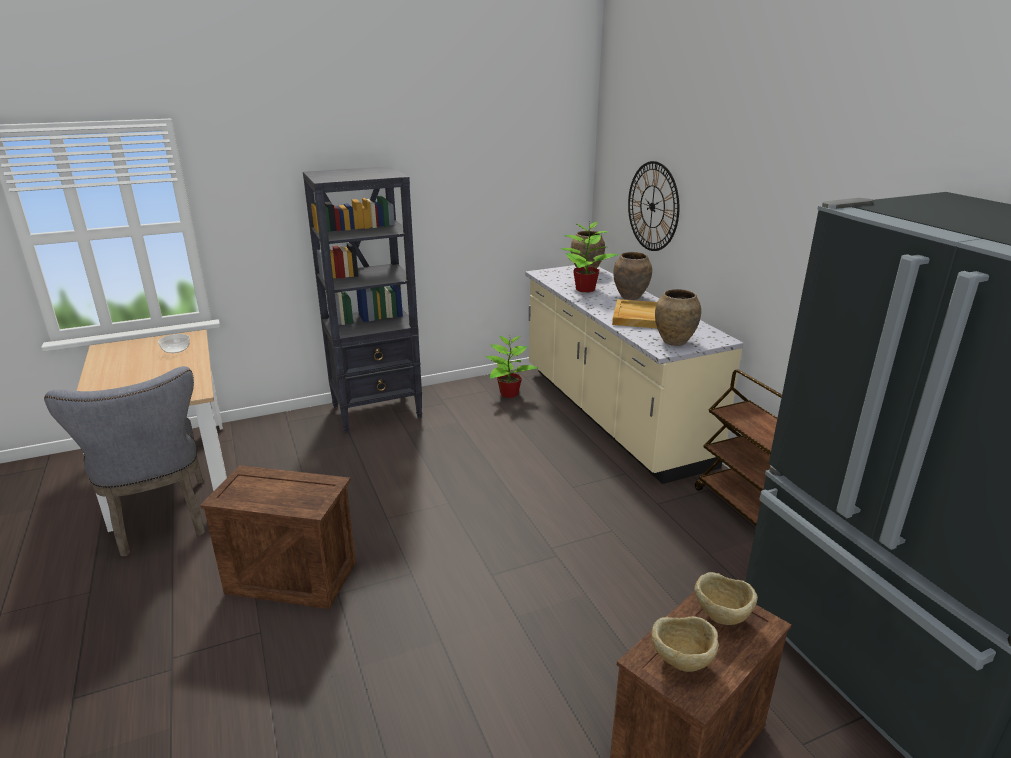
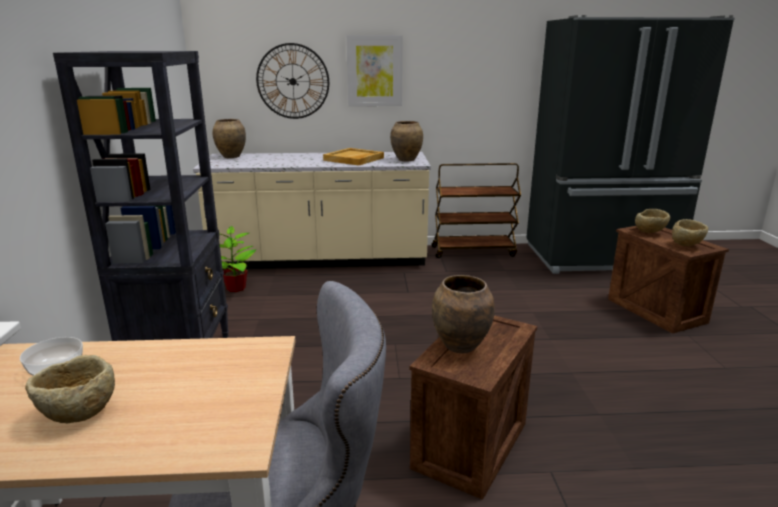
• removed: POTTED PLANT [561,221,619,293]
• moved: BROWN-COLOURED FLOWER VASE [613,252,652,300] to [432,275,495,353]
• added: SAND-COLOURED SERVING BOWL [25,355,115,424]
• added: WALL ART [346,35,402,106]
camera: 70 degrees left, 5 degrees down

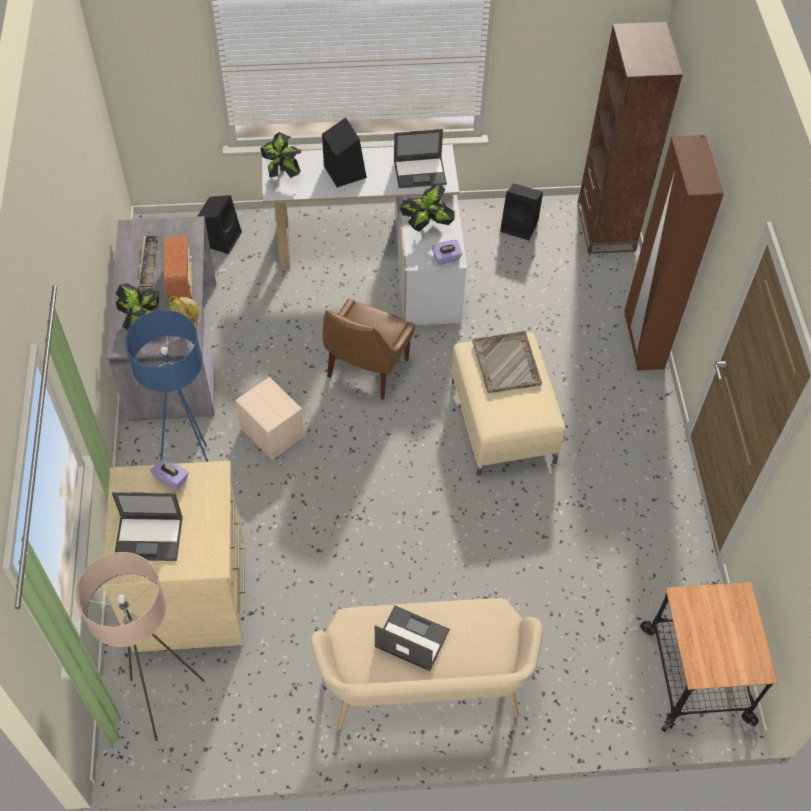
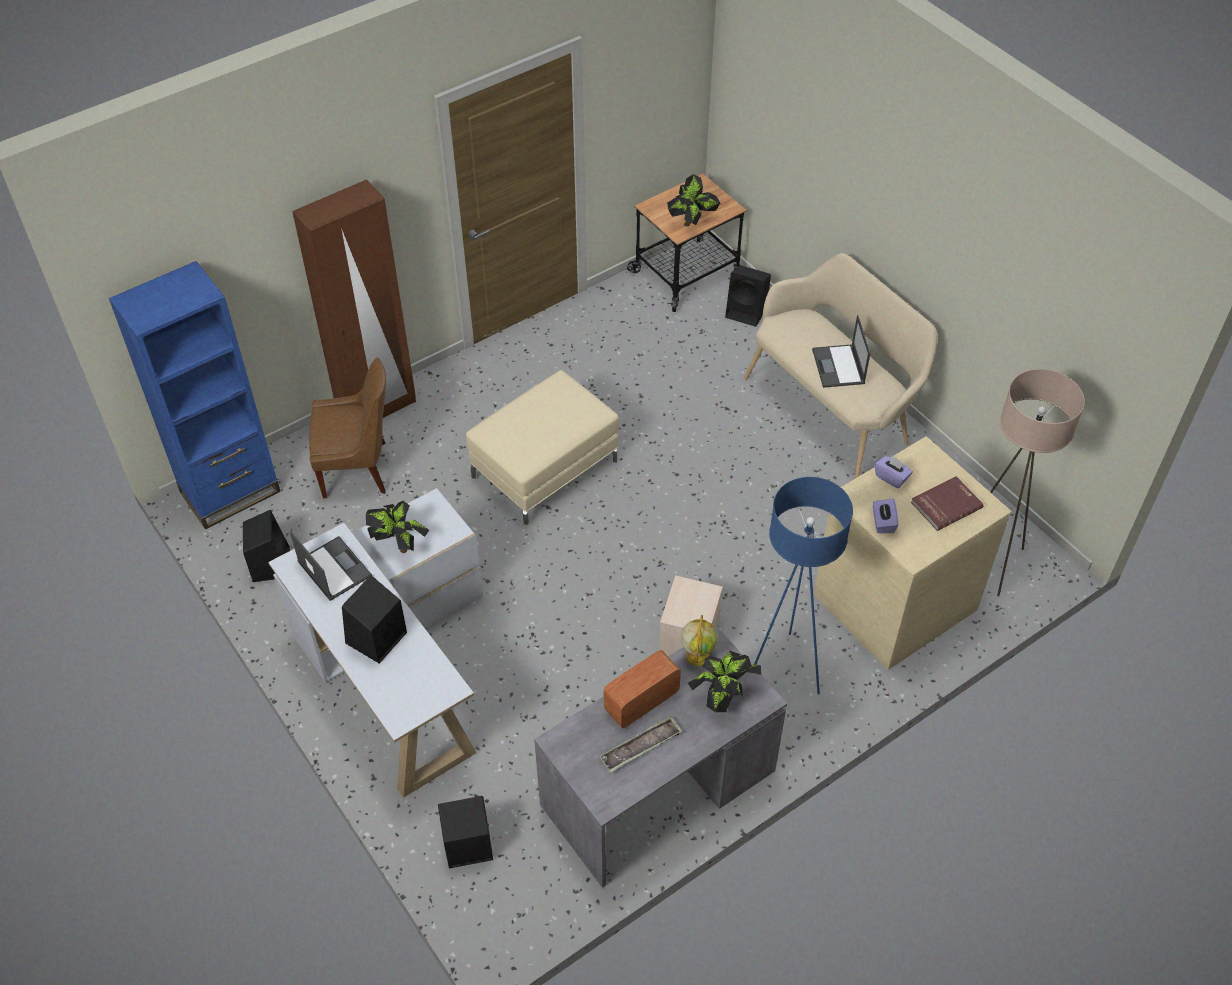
• replaced: LAPTOP [112,492,183,561] to REDDISH BOOK [911,476,984,531]
• moved: POTTED PLANT [260,132,302,178] to [667,174,720,226]
• moved: BROWN-COLOURED UPRIGHT CHAIR [322,299,415,400] to [309,358,386,498]
• moved: PURPLE-COLOURED BOX OF TISSUES [432,240,462,265] to [875,456,913,489]
• removed: GRAY TRAY [472,331,542,393]
• recoloured: BROWN-COLOURED SHELVING UNIT [578,22,683,254] to BLUISH SHELVING UNIT [109,261,281,530]
• added: BLACK LOUDSPEAKER [725,265,771,327]
camera: 120 degrees left, 5 degrees down

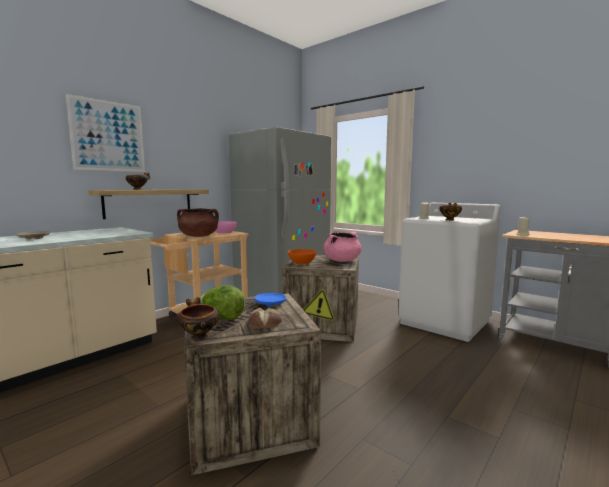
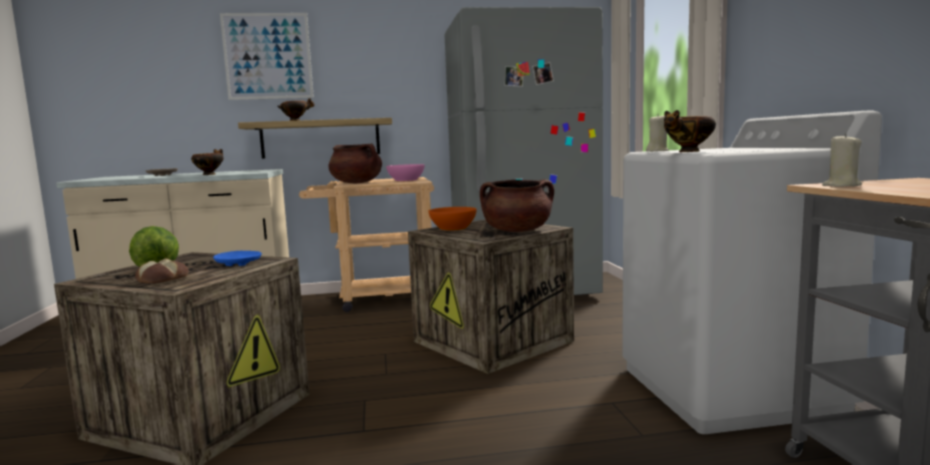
• moved: SERVING BOWL [177,297,219,341] to [191,149,224,175]
• recoloured: PINKISH SAUCEPOT [323,232,361,262] to BROWN-COLOURED SAUCEPOT [480,179,554,232]
camera: 40 degrees right, 0 degrees up

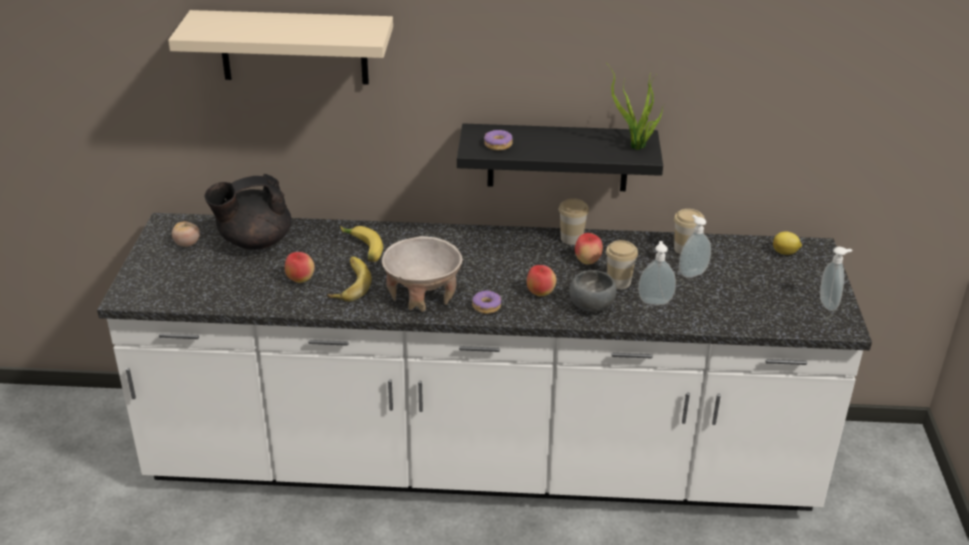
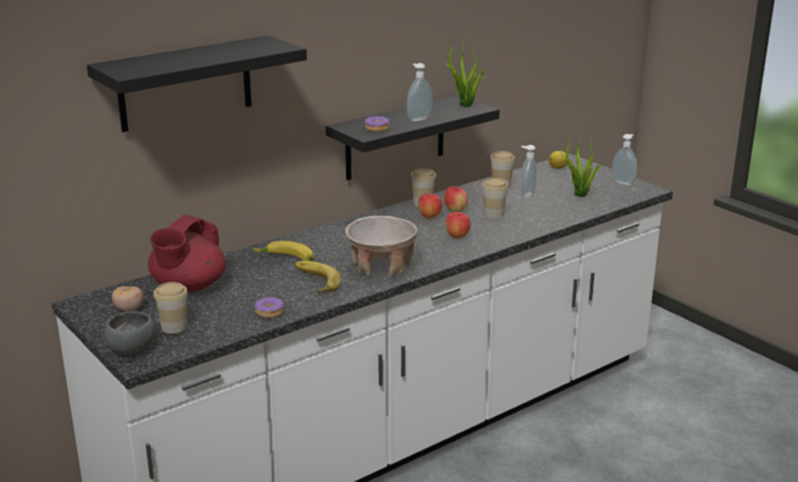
• recoloured: SAND-COLOURED SHELF [168,10,393,84] to BLACK SHELF [87,35,307,132]
• recoloured: BLACK POT FOR TEA [204,174,291,250] to REDDISH POT FOR TEA [148,215,226,293]
• moved: APPLE FRUIT [285,252,315,283] to [418,193,442,219]
• moved: DONUT [472,291,501,314] to [255,297,284,318]
• moved: GRAY SERVING BOWL [569,270,616,312] to [104,311,155,354]
• moved: LIQUID SOAP BOTTLE [638,241,676,305] to [407,63,433,121]
• added: DRINKING CUP [153,282,188,334]
• added: POTTED PLANT [560,132,603,197]
camera: 40 degrees left, 10 degrees down

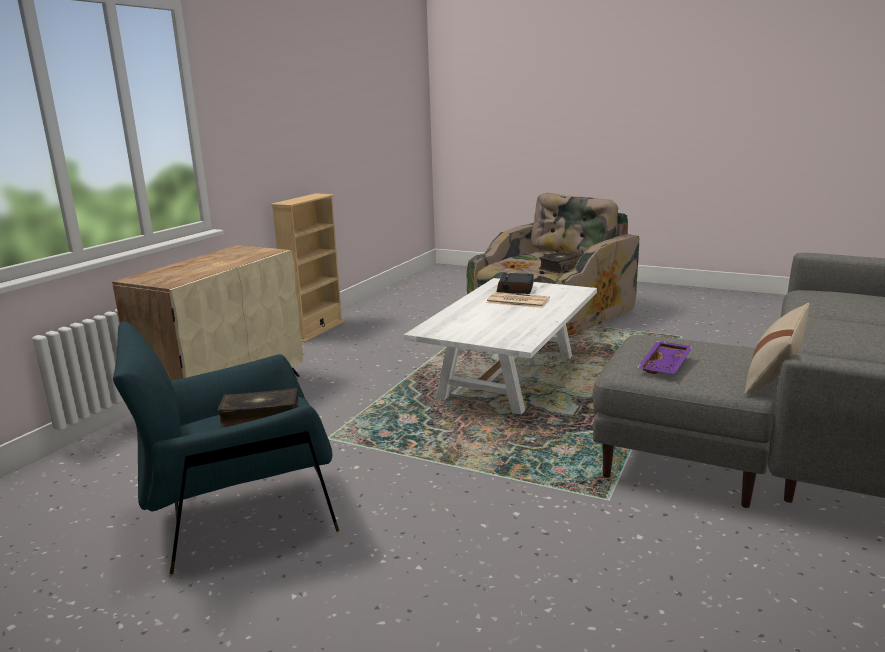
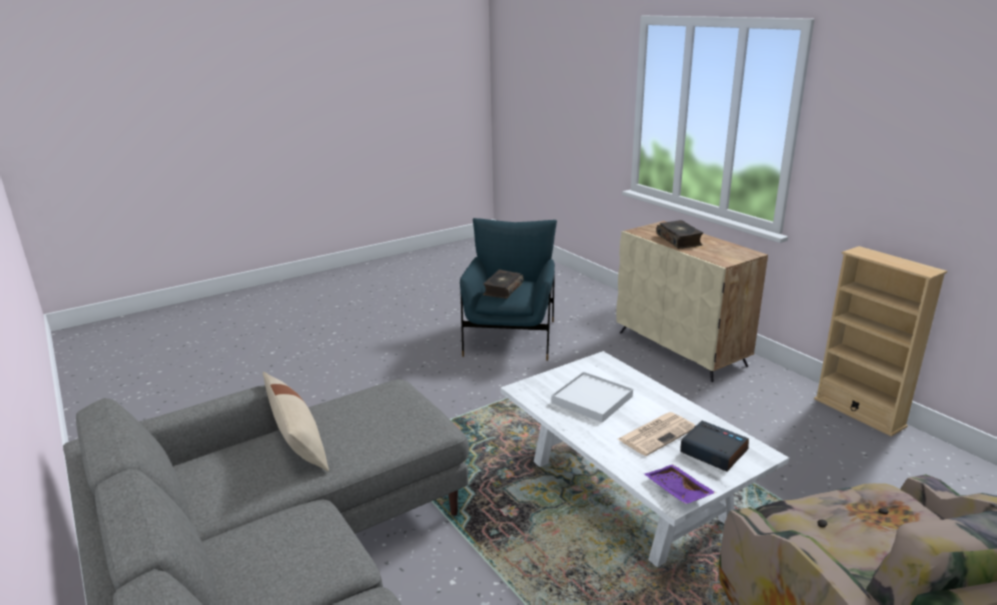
• moved: BOOK [538,250,582,273] to [656,220,703,249]
• moved: PURPLE-COLOURED TRAY [637,341,693,374] to [645,464,716,504]
• added: WHITE TRAY [551,372,633,423]
camera: 120 degrees right, 5 degrees up

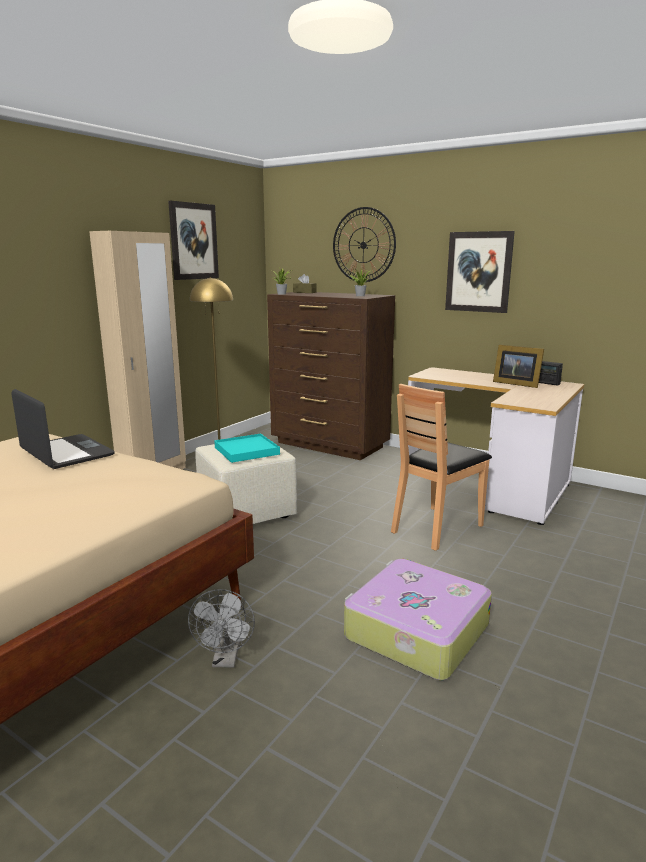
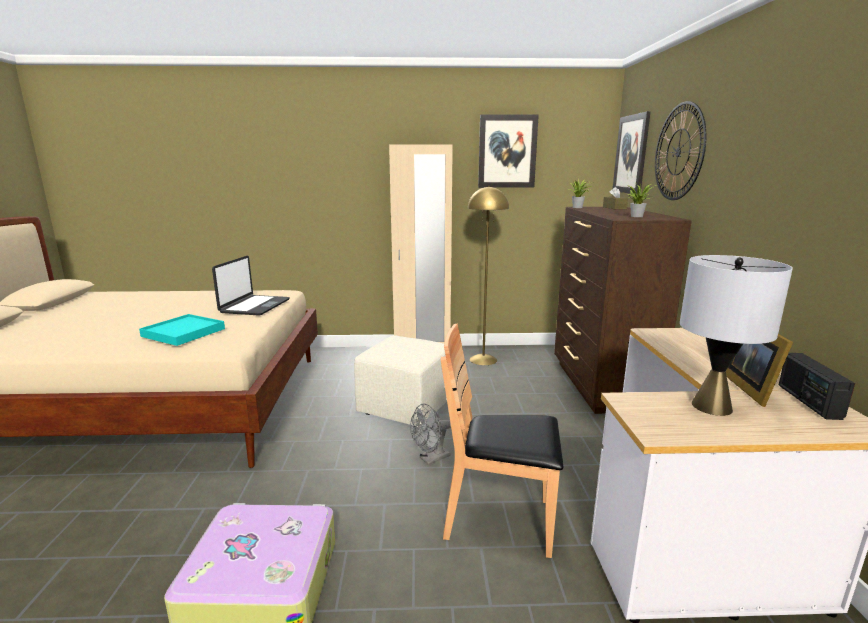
• moved: GRAY COOLING FAN [188,589,255,667] to [410,404,451,465]
• moved: TURQUOISE TRAY [214,434,280,463] to [139,314,225,346]
• moved: WALL ART [445,231,515,313] to [613,111,651,194]
• added: GRAY TABLE LAMP [680,255,793,416]
camera: 55 degrees right, 0 degrees up

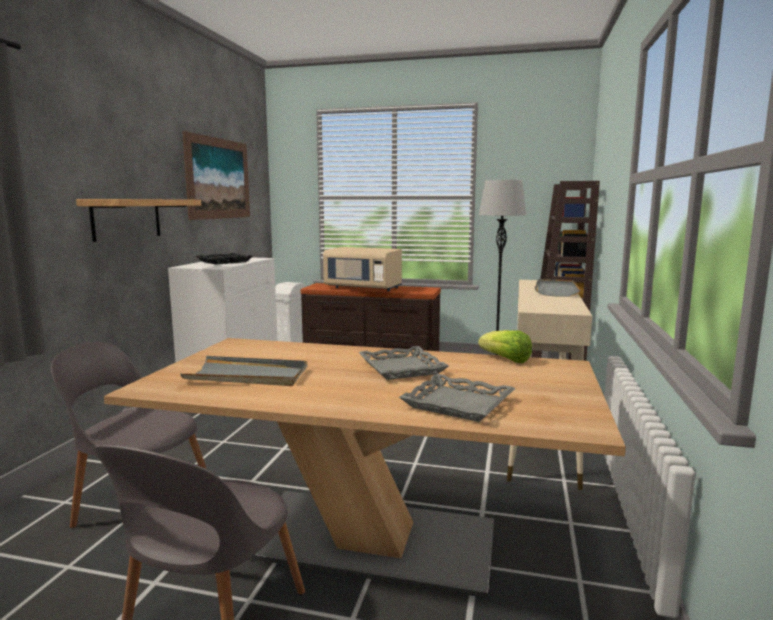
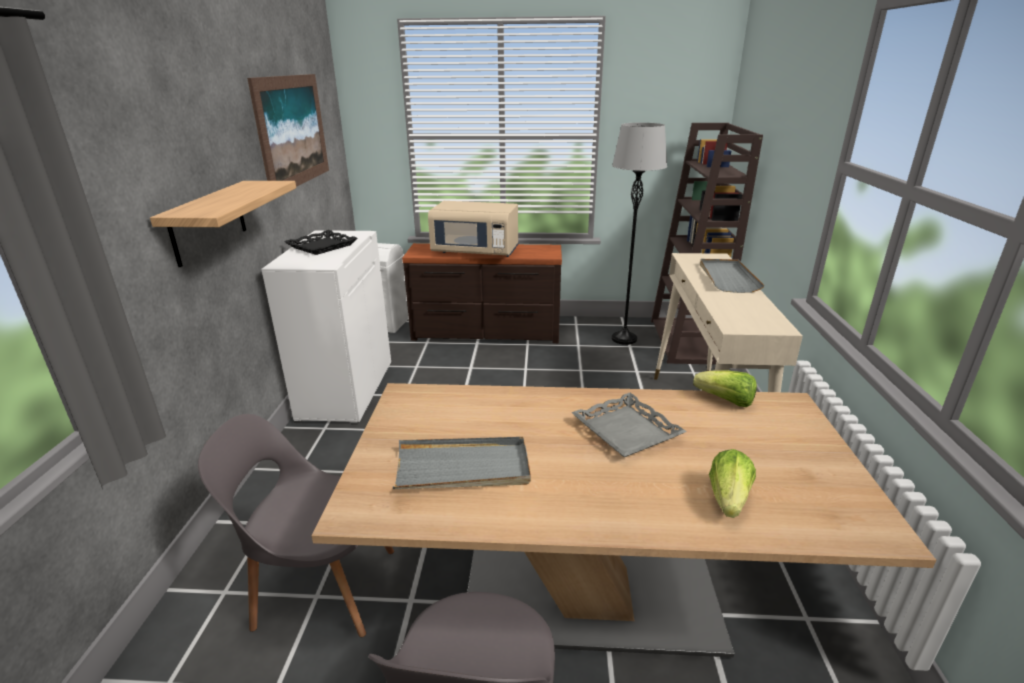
• replaced: GRAY TRAY [399,374,516,422] to HEAD OF LETTUCE [709,449,756,518]
camera: 10 degrees left, 15 degrees up

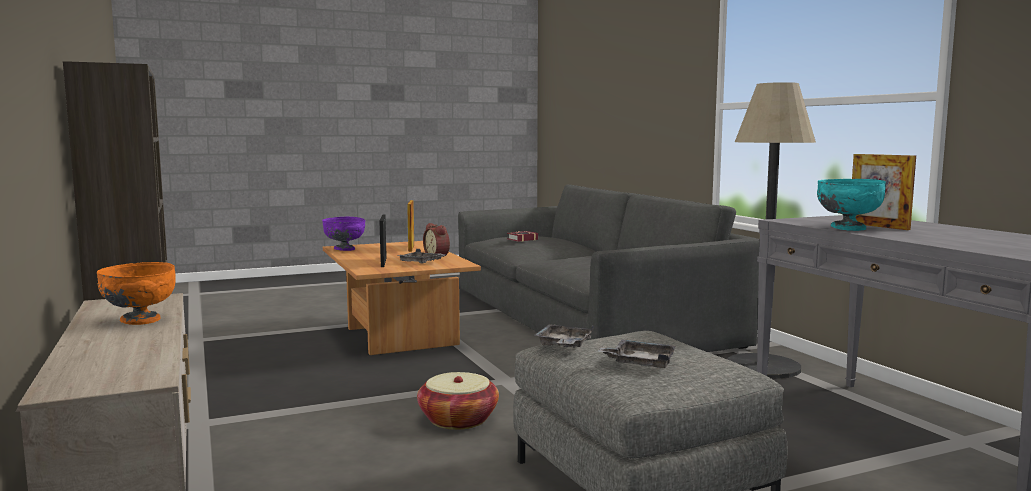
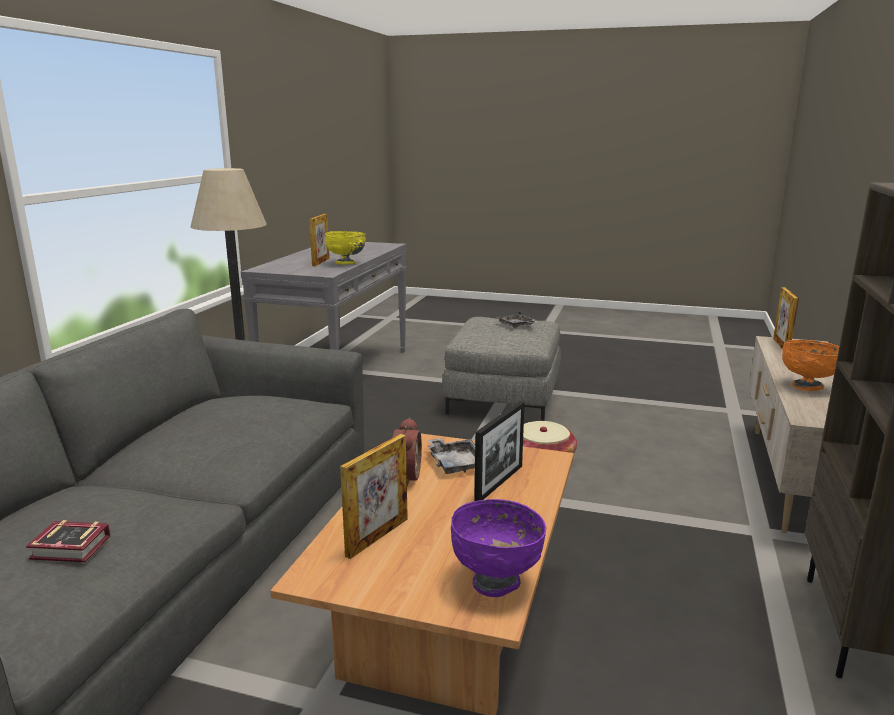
• removed: GRAY TRAY [534,324,594,348]
• recoloured: TURQUOISE SERVING BOWL [817,179,886,231] to YELLOWISH SERVING BOWL [325,231,366,264]
• added: PICTURE FRAME [773,287,799,349]
camera: 140 degrees left, 10 degrees up

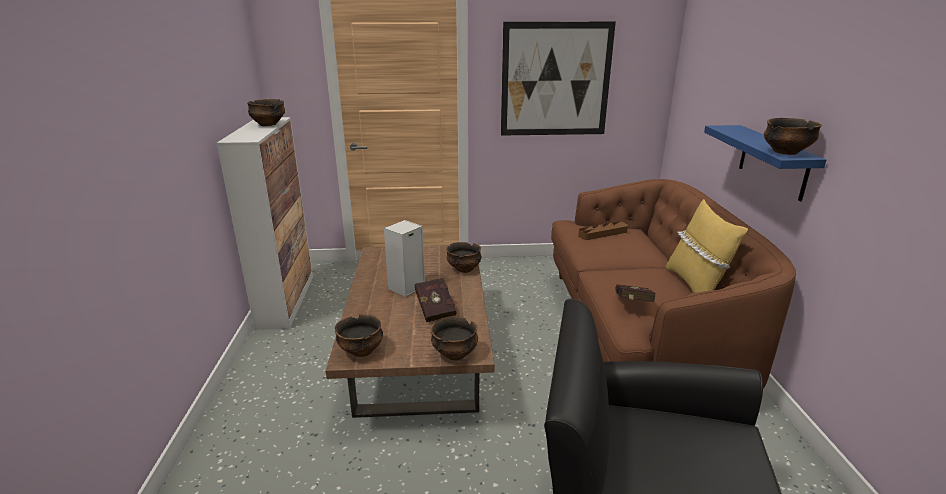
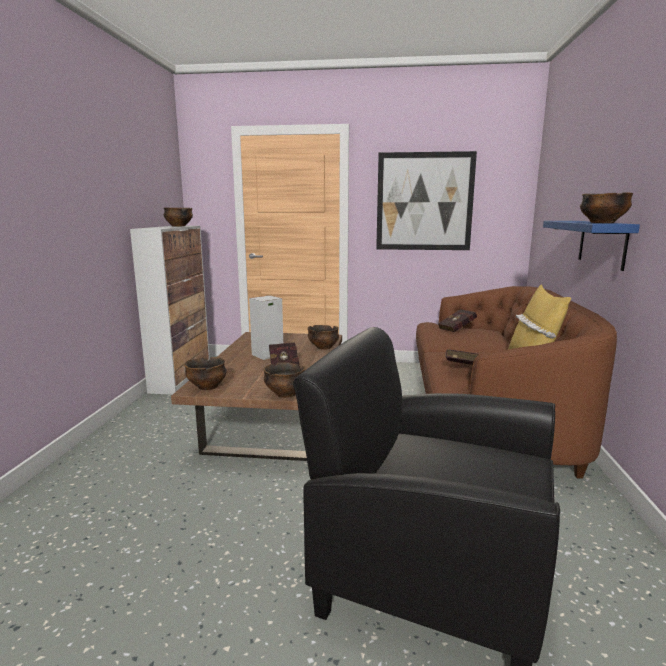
• replaced: BROWN-COLOURED TRAY [578,221,628,240] to REDDISH BOOK [438,309,477,332]
camera: 10 degrees right, 10 degrees down

